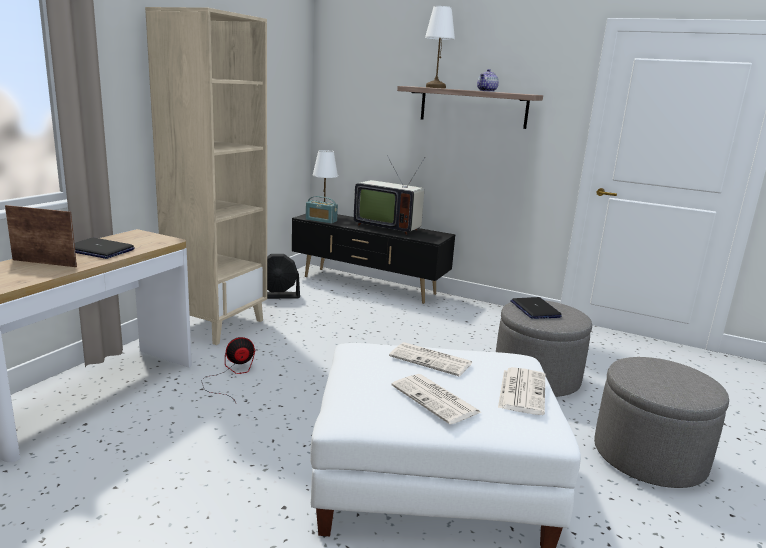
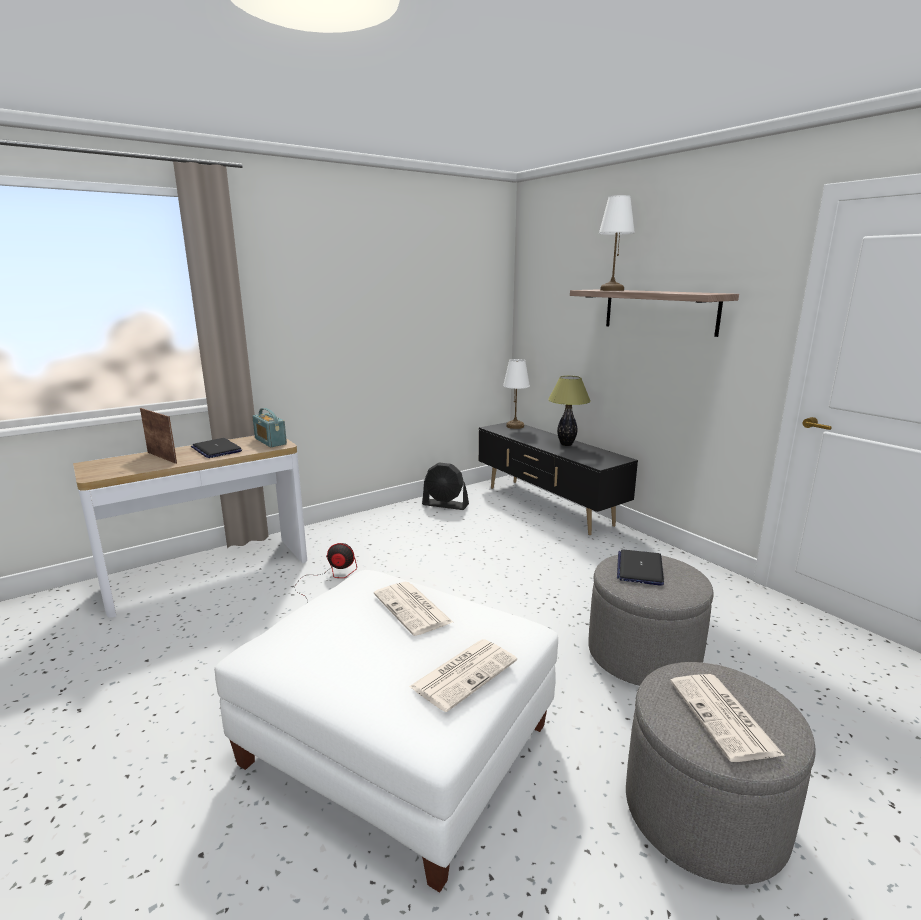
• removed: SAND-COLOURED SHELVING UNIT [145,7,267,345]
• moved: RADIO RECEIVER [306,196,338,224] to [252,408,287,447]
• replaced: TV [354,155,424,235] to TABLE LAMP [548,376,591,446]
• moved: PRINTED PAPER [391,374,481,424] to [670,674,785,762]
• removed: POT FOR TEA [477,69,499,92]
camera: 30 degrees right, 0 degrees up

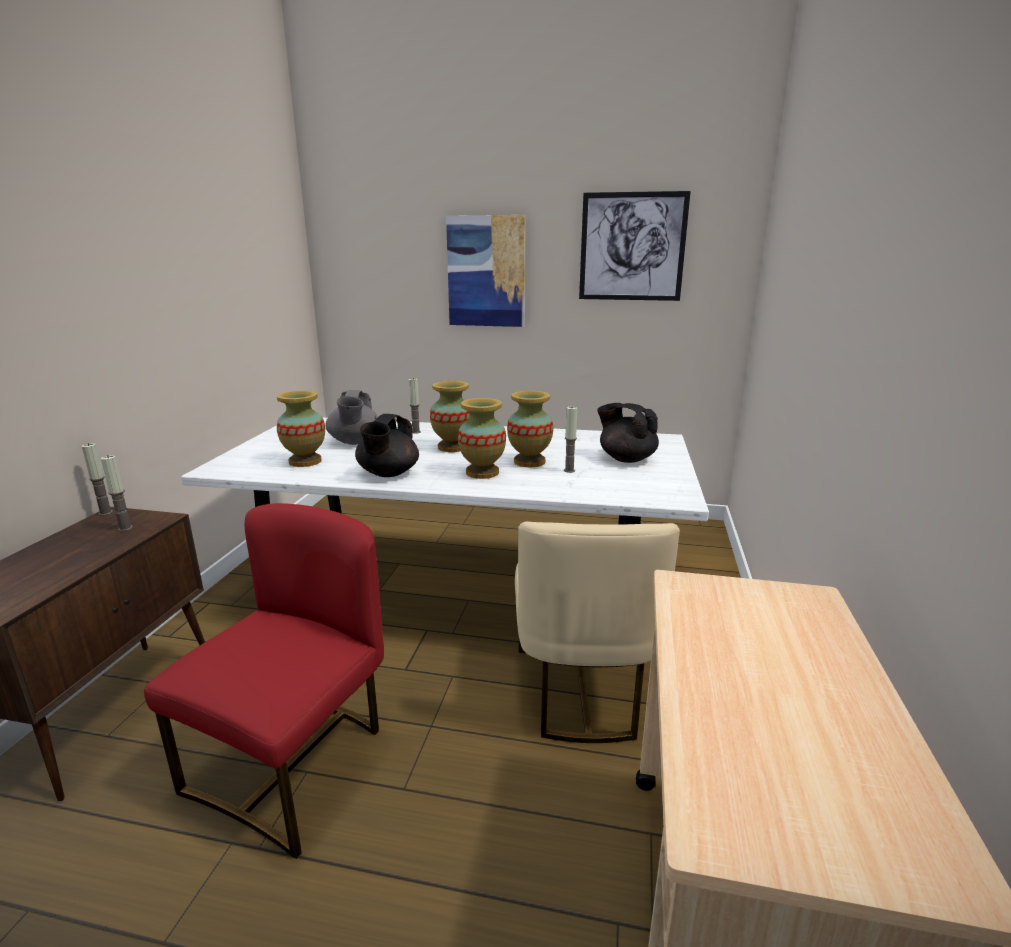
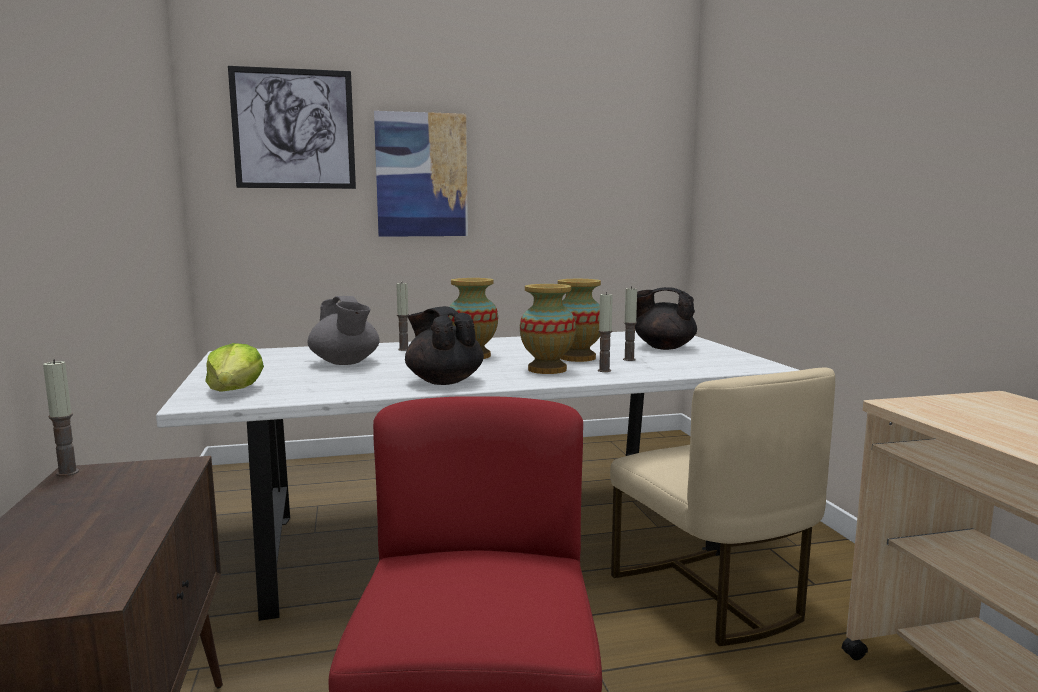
• moved: WAX LIGHT [101,455,133,531] to [598,292,613,372]
• removed: FLOWER VASE [277,390,325,467]
• turned: BLACK POT FOR TEA [355,414,419,477] = [405,306,484,385] 150 degrees clockwise
• moved: WALL ART [579,191,691,301] to [228,66,356,189]
• added: HEAD OF LETTUCE [205,343,264,392]
camera: 25 degrees left, 10 degrees down

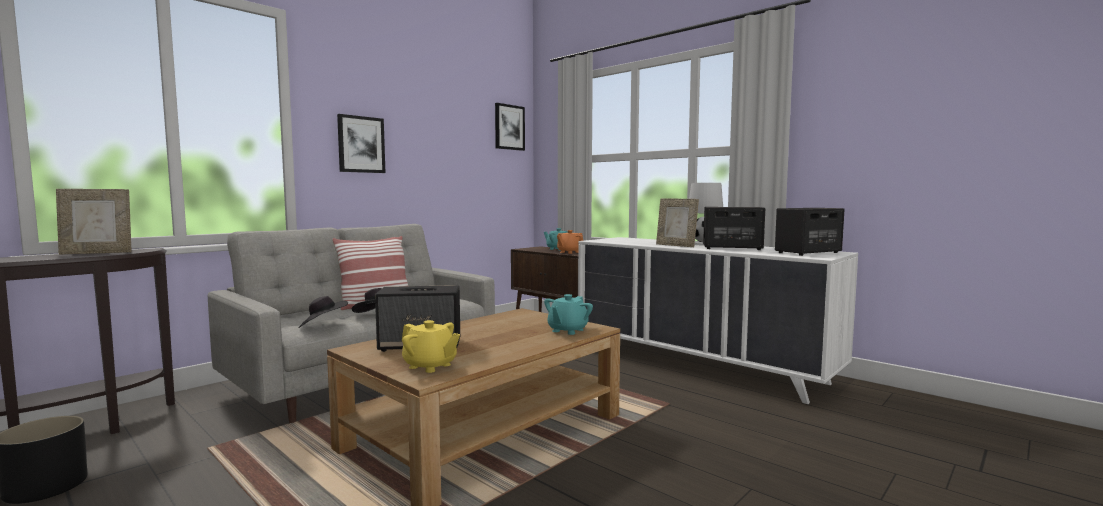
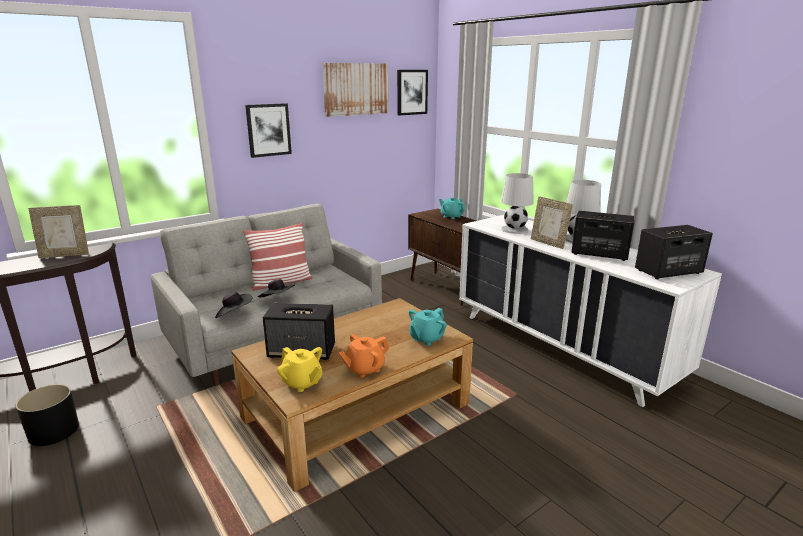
• moved: ORANGE-COLOURED POT FOR TEA [557,230,583,254] to [339,334,389,378]
• added: WALL ART [322,63,388,117]
• added: WHITE TABLE LAMP [501,173,534,234]
camera: 10 degrees right, 15 degrees up

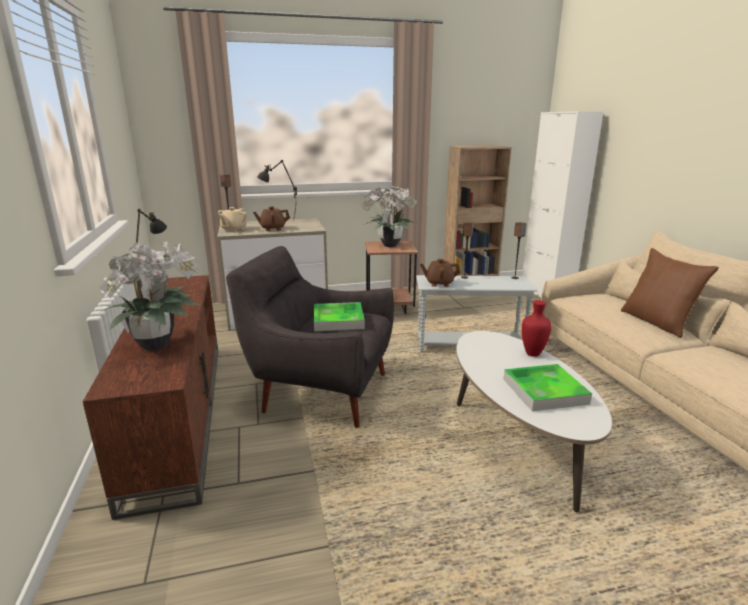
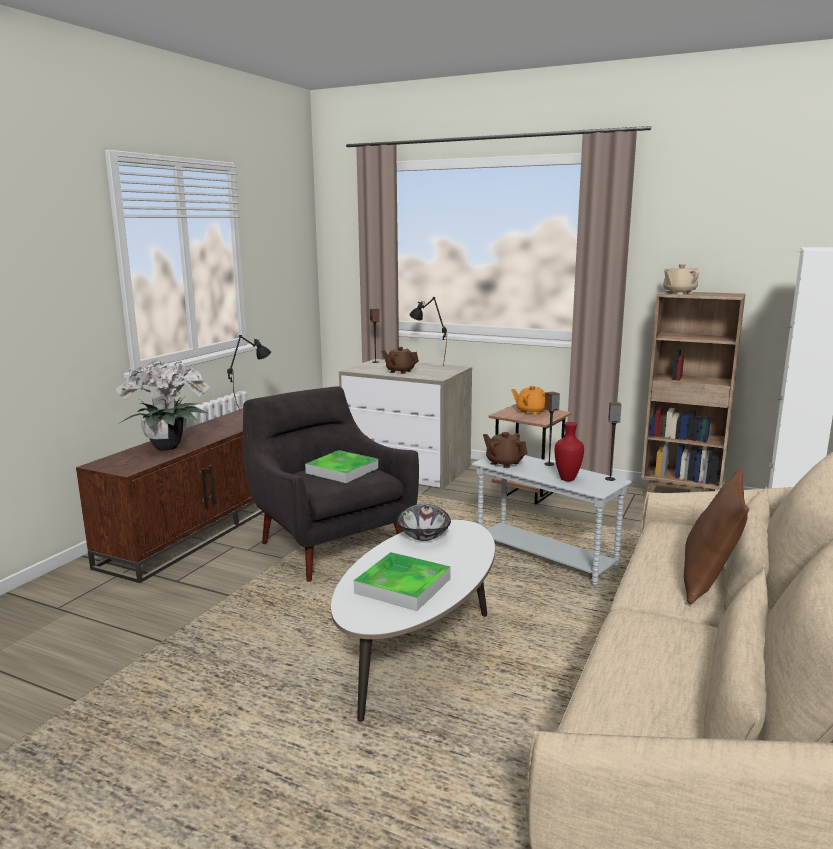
• moved: SAND-COLOURED POT FOR TEA [218,207,247,232] to [663,264,699,294]
• replaced: POTTED PLANT [360,185,418,247] to ORANGE-COLOURED POT FOR TEA [511,386,546,415]
• moved: REDDISH FLOWER VASE [522,300,552,357] to [555,422,584,481]
• added: SERVING BOWL [397,504,451,541]
camera: 40 degrees right, 5 degrees down

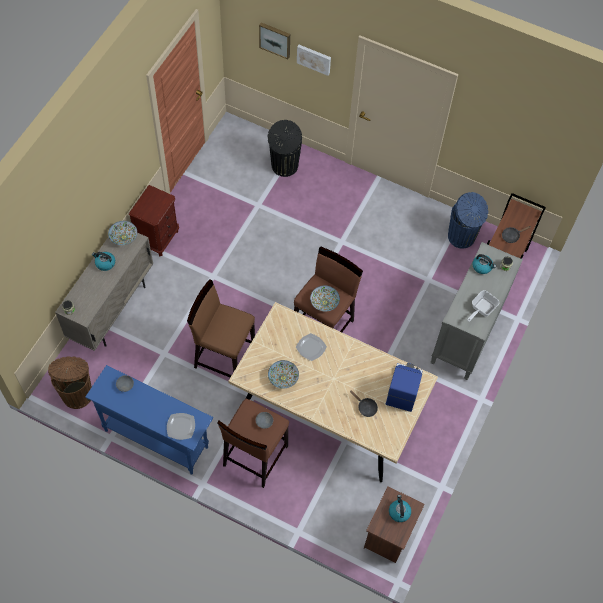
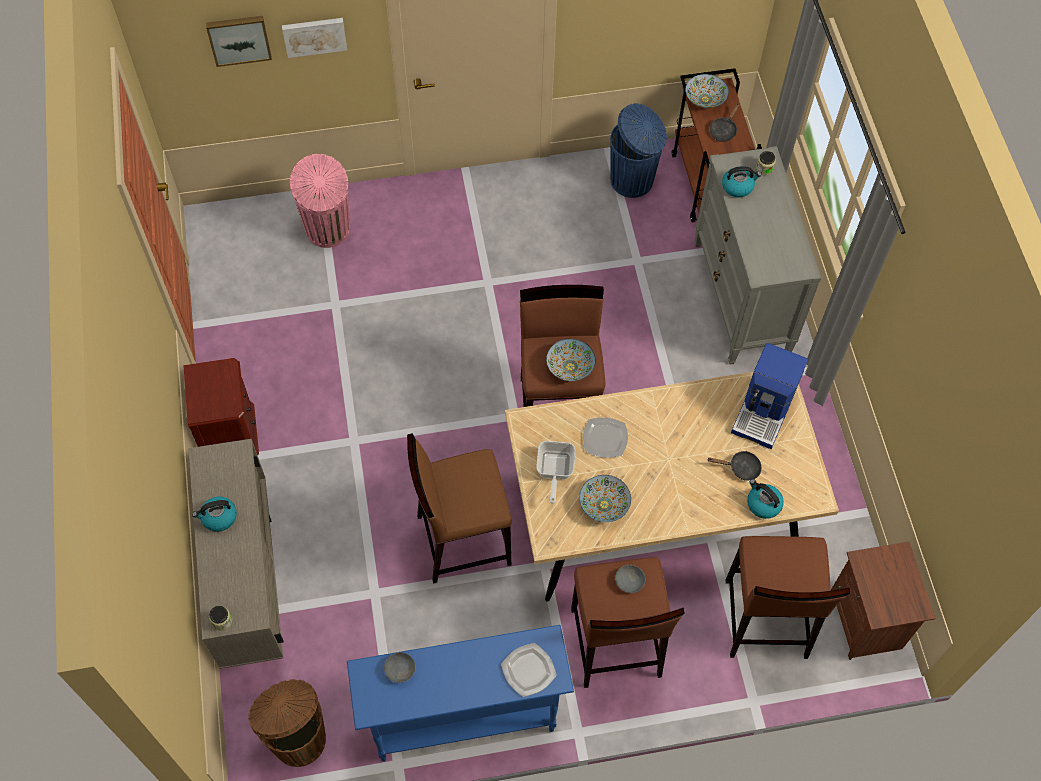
• moved: SERVING BOWL [108,221,137,245] to [685,74,729,108]
• recoloured: BLACK TRASH CAN [267,120,302,177] to PINKISH TRASH CAN [290,154,350,248]
• turned: COFFEE MAKER [386,363,423,412] = [731,343,808,449] 135 degrees counterclockwise
• moved: KETTLE [389,495,411,522] to [747,479,784,519]
• moved: FRYING PAN [467,290,499,322] to [536,441,576,504]
• added: BROWN-COLOURED STOOL SEAT [726,536,850,659]
camera: 35 degrees left, 0 degrees up

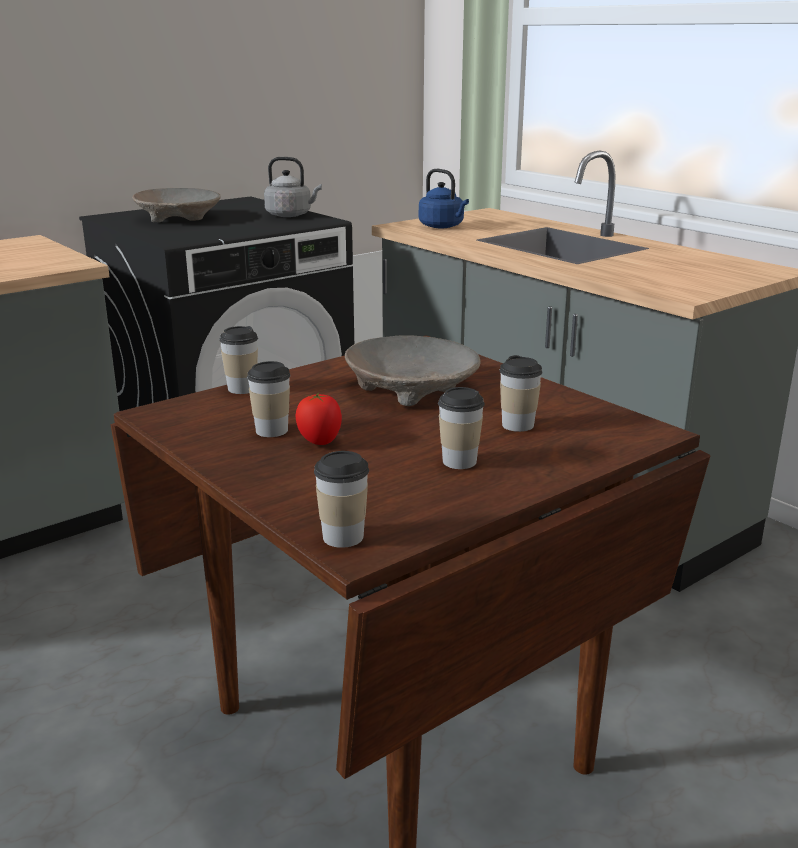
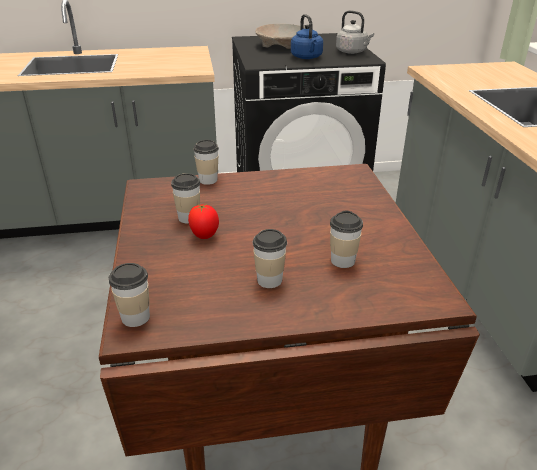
• removed: SAND-COLOURED SERVING BOWL [345,335,480,406]
• moved: BLUISH KETTLE [419,169,469,228] to [291,14,323,59]
camera: 30 degrees right, 10 degrees up

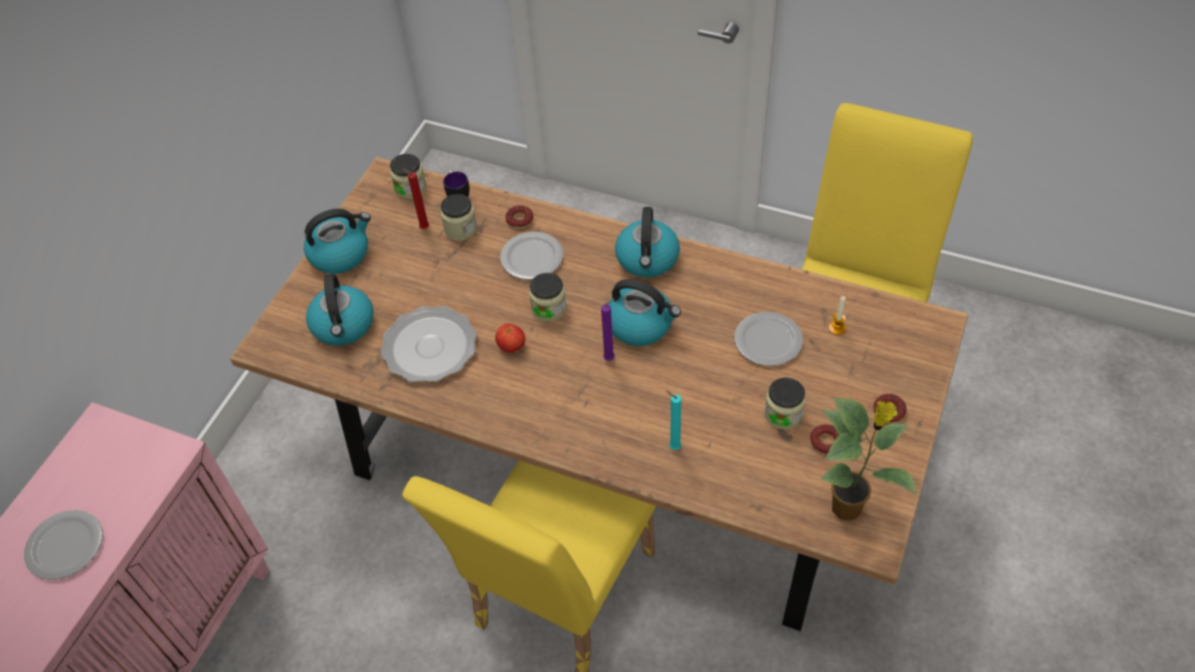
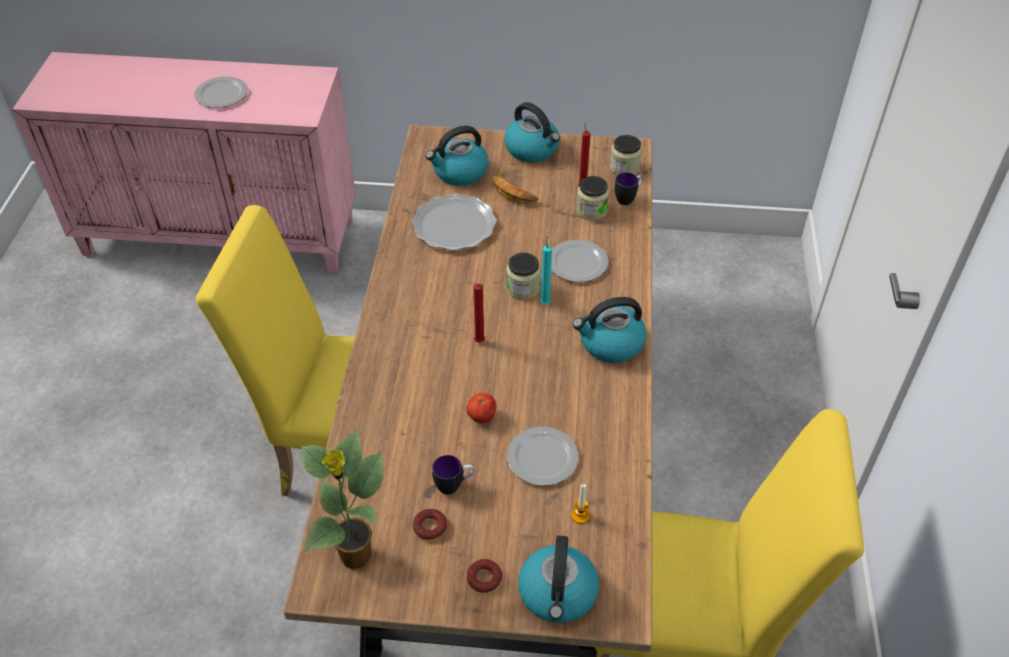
• moved: TOMATO [495,324,525,353] to [466,393,496,423]
• removed: DONUT [505,205,533,229]
• recoloured: PURPLE-COLOURED WAX LIGHT [601,299,615,361] to REDDISH WAX LIGHT [474,283,485,343]
• moved: KETTLE [608,279,681,346] to [518,536,599,623]
• moved: TURQUOISE WAX LIGHT [665,390,681,450] to [540,235,552,304]
• replaced: STORAGE JAR [764,378,806,430] to COFFEE MUG [432,455,474,495]
• added: BANANA [493,167,538,204]
camera: 70 degrees right, 5 degrees down

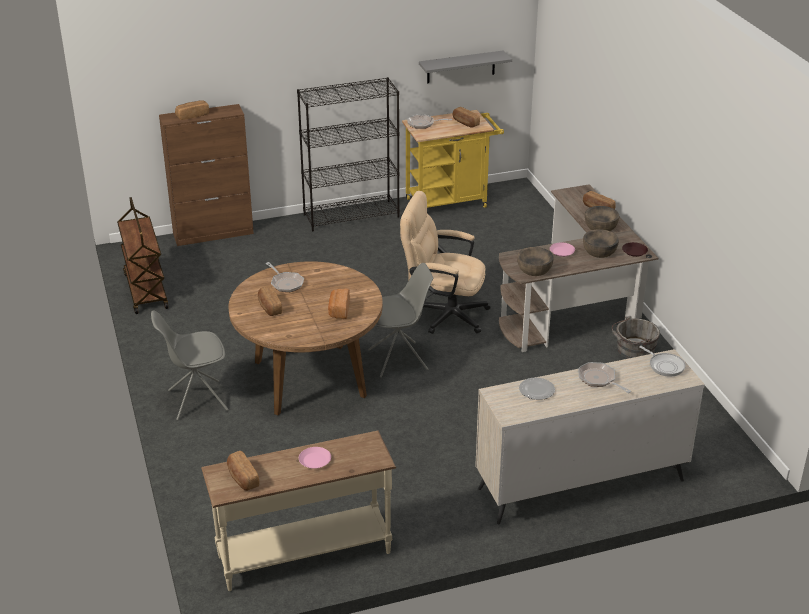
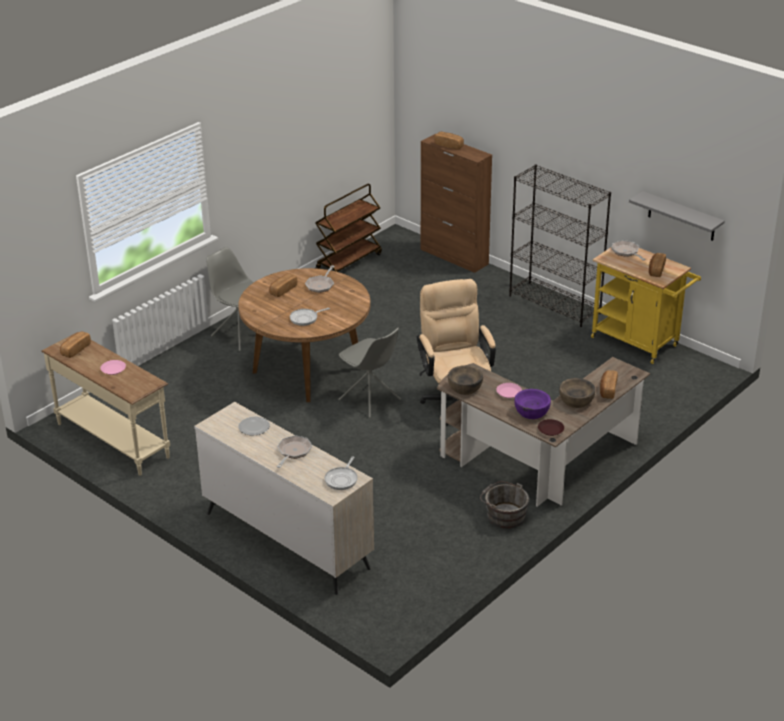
• replaced: BAKED BREAD [328,289,350,319] to FRYING PAN [290,308,330,326]
• recoloured: BROWN-COLOURED SERVING BOWL [583,229,619,258] to PURPLE-COLOURED SERVING BOWL [514,389,551,419]
camera: 60 degrees right, 0 degrees up

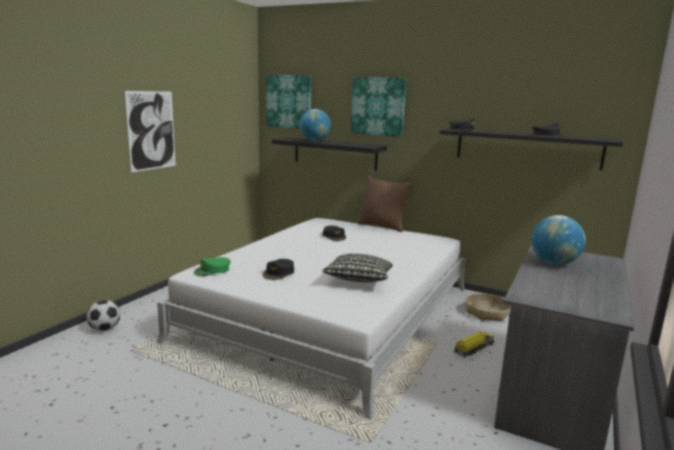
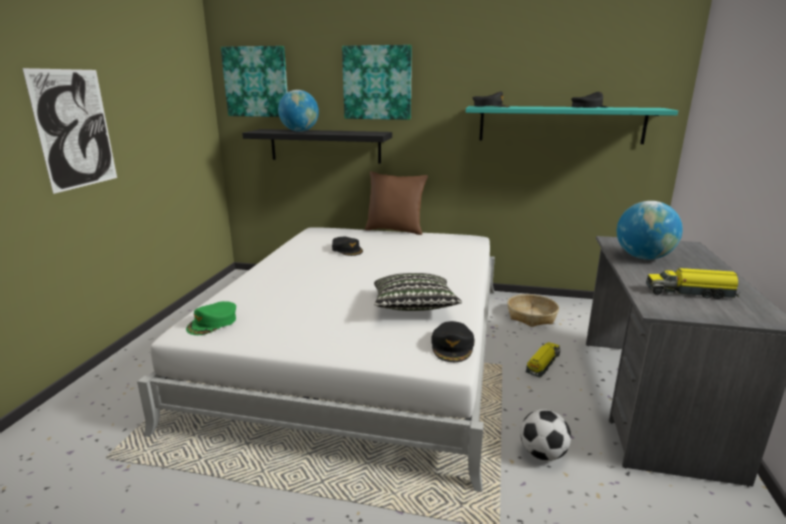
• moved: FOOTBALL [87,300,120,331] to [520,409,571,461]
• moved: BLACK CAP [263,259,294,280] to [431,321,475,362]
• recoloured: BLACK SHELF [440,128,623,170] to TURQUOISE SHELF [466,106,678,144]
• added: TOY LORRY [646,268,739,299]
camera: 15 degrees left, 5 degrees up

